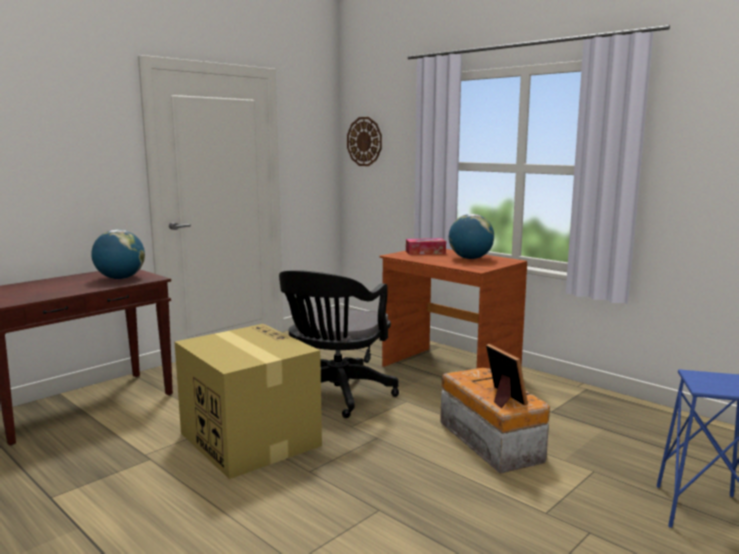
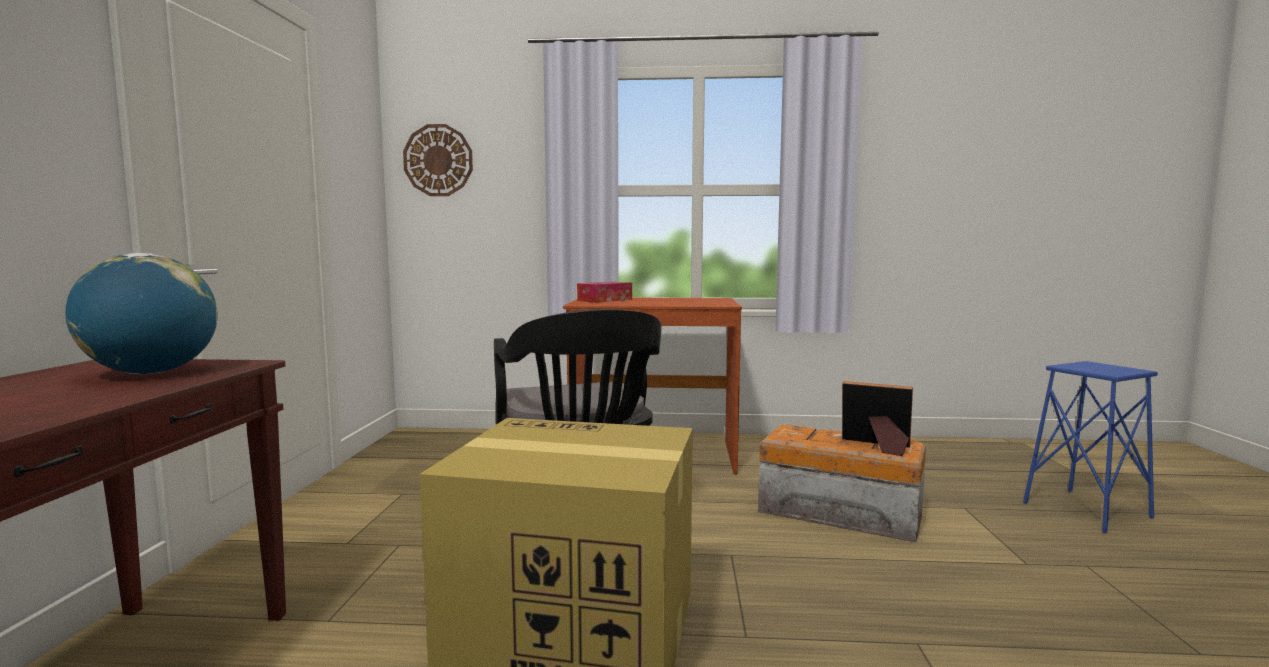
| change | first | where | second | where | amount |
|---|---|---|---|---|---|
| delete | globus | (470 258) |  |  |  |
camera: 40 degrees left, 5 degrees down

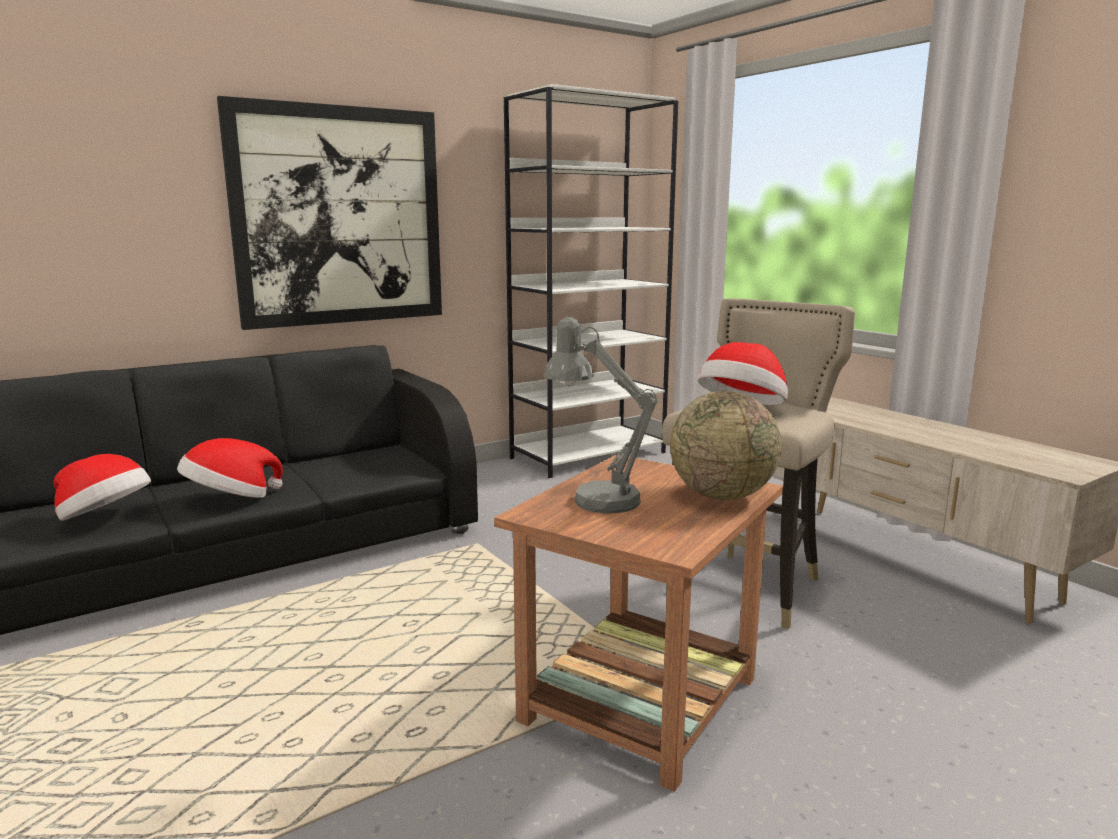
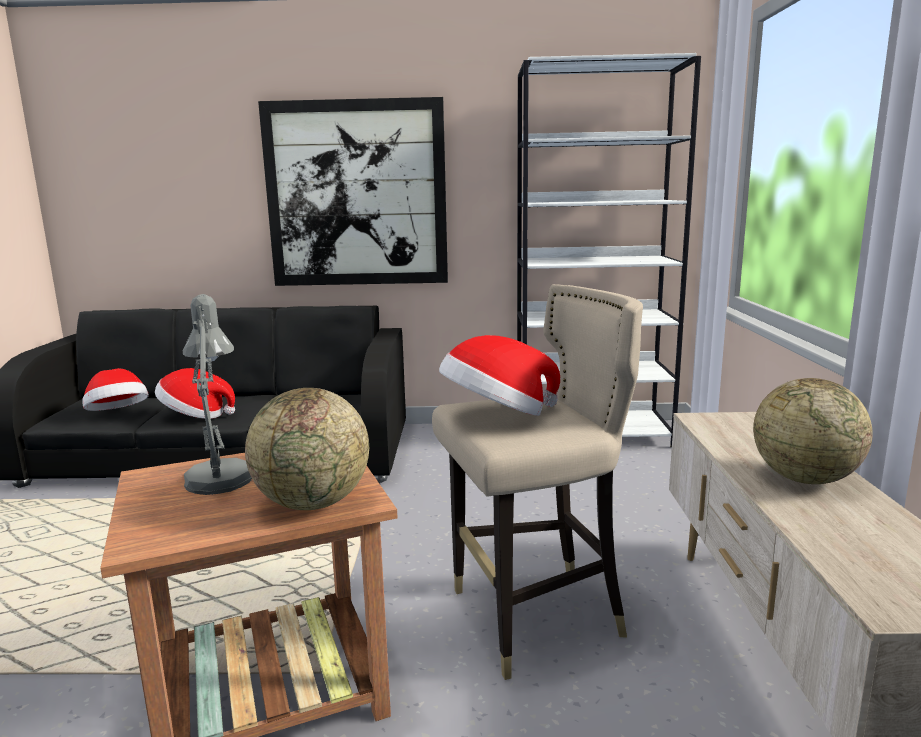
| change | first | where | second | where | amount |
|---|---|---|---|---|---|
| insert |  |  | globus | (804 479) |  |
camera: 35 degrees right, 0 degrees up

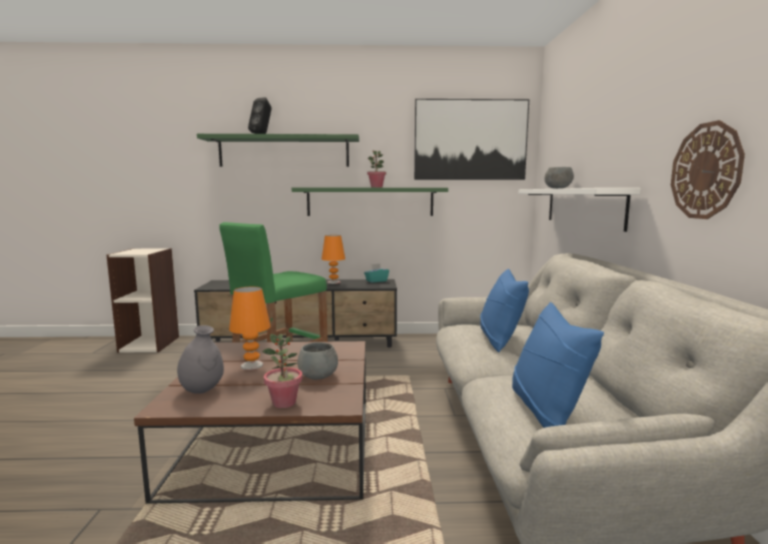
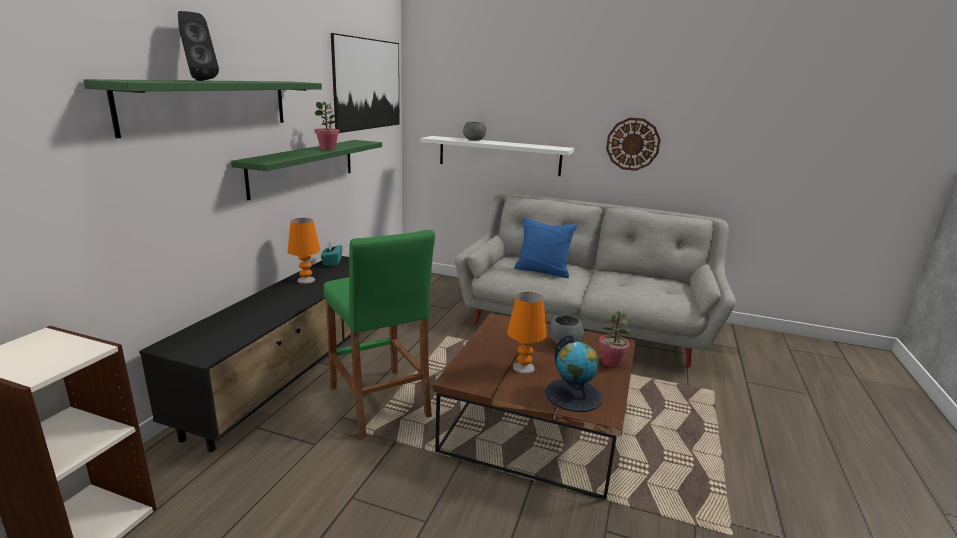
| change | first | where | second | where | amount |
|---|---|---|---|---|---|
| replace | wazon [szary] | (202 390) | globus | (573 395) |  |
| delete | poduszka [niebieski] | (546 411) |  |  |  |
camera: 70 degrees left, 10 degrees up

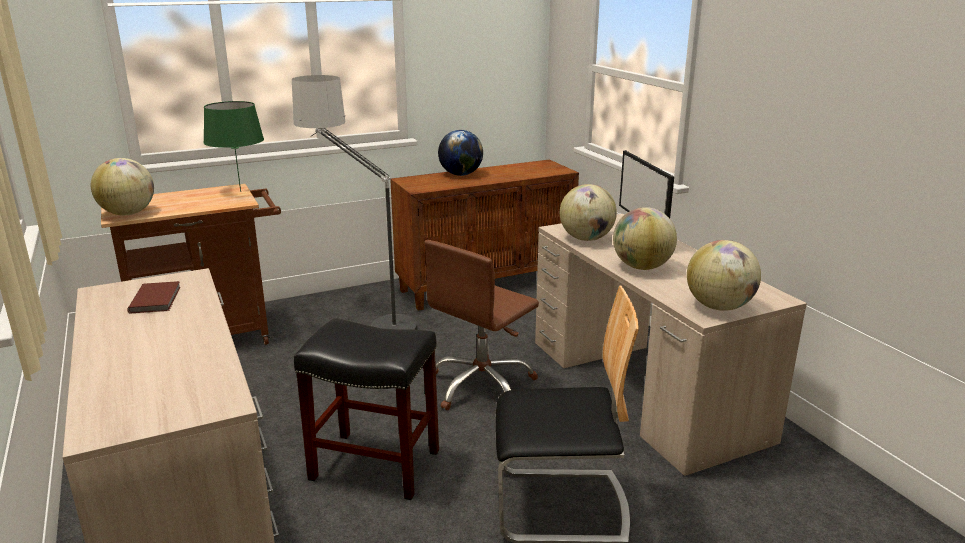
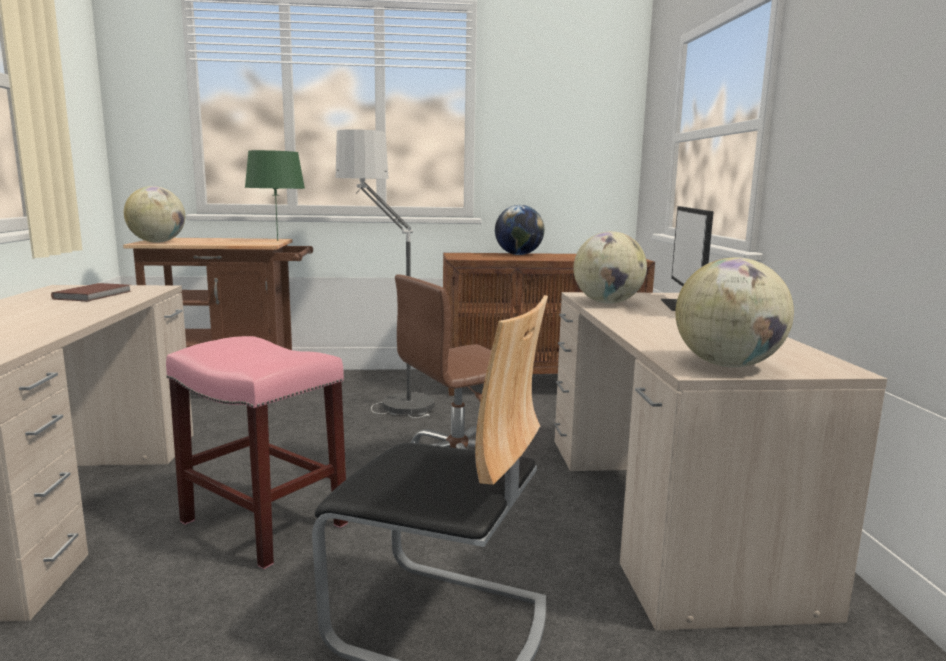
| change | first | where | second | where | amount |
|---|---|---|---|---|---|
| recolor | stołek [czarny] | (376 464) | stołek [różowy] | (266 523) |  |
| delete | globus | (641 267) |  |  |  |
camera: 20 degrees right, 10 degrees down

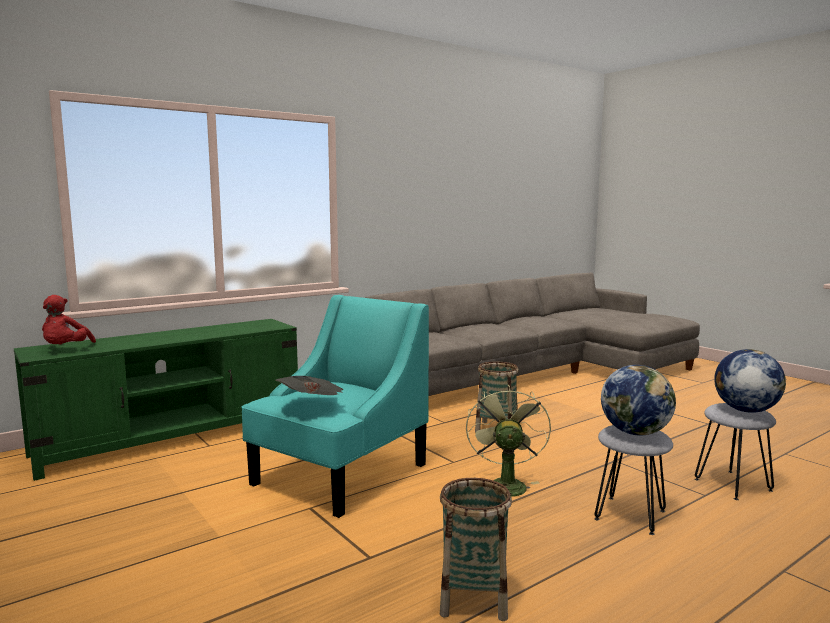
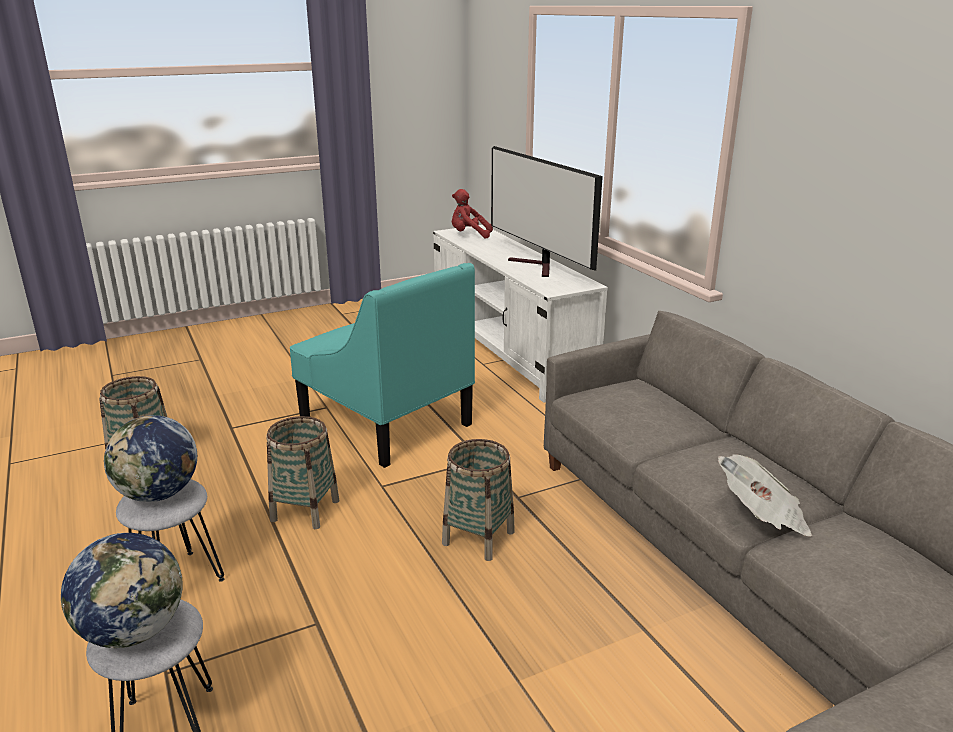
| change | first | where | second | where | amount |
|---|---|---|---|---|---|
| recolor | szafka pod telewizor [zielony] | (174 437) | szafka pod telewizor [biały] | (509 349) |  |
| move | gazeta | (313 404) |  | (762 516) |  |
| replace | wentylator [zielony] | (504 484) | koszyk | (305 510) |  |
| insert |  |  | telewizor | (539 267) |  |
camera: 100 degrees right, 15 degrees up

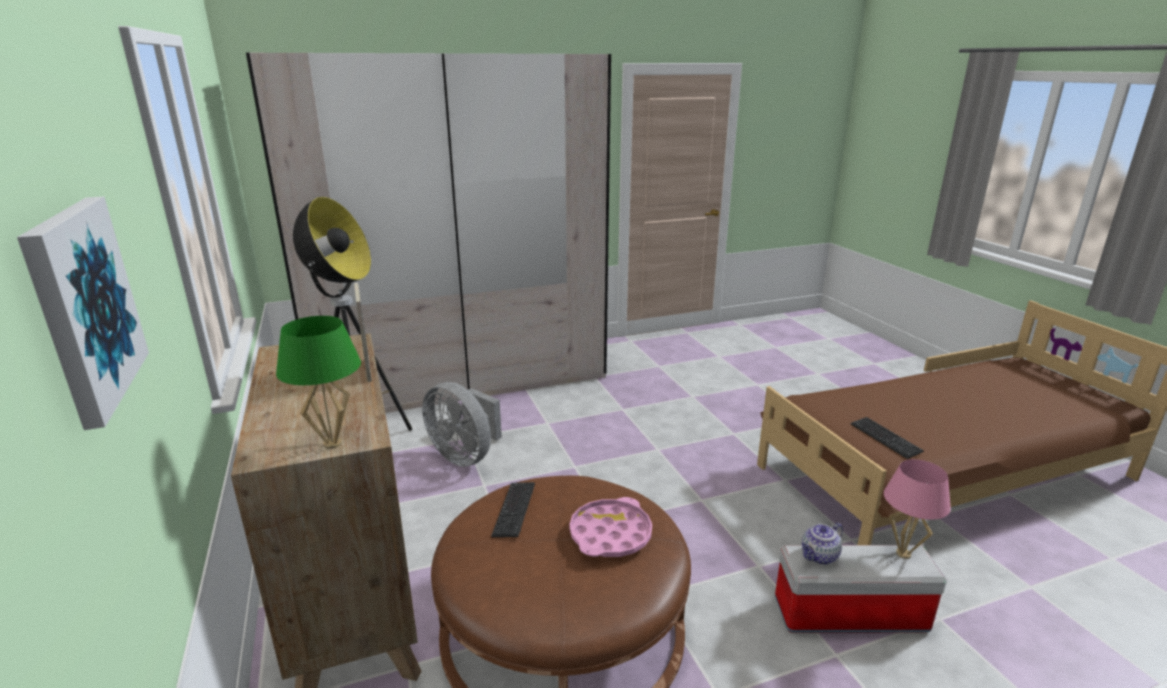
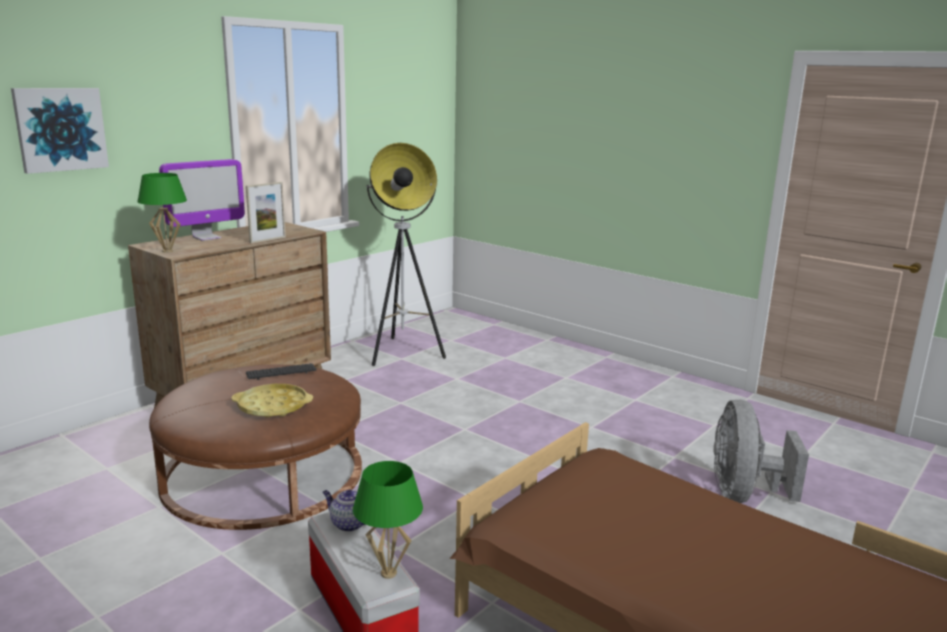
| change | first | where | second | where | amount |
|---|---|---|---|---|---|
| delete | szafa [beżowy] | (462 380) |  |  |  |
| move | wentylator [szary] | (465 455) |  | (743 495) |  |
| recolor | taca [różowy] | (610 534) | taca [żółty] | (273 406) |  |
| delete | klawiatura | (885 438) |  |  |  |
| recolor | lampa stołowa [różowy] | (903 553) | lampa stołowa [zielony] | (389 573) |  |
| insert |  |  | monitor | (206 237) |  |
camera: 60 degrees right, 5 degrees down

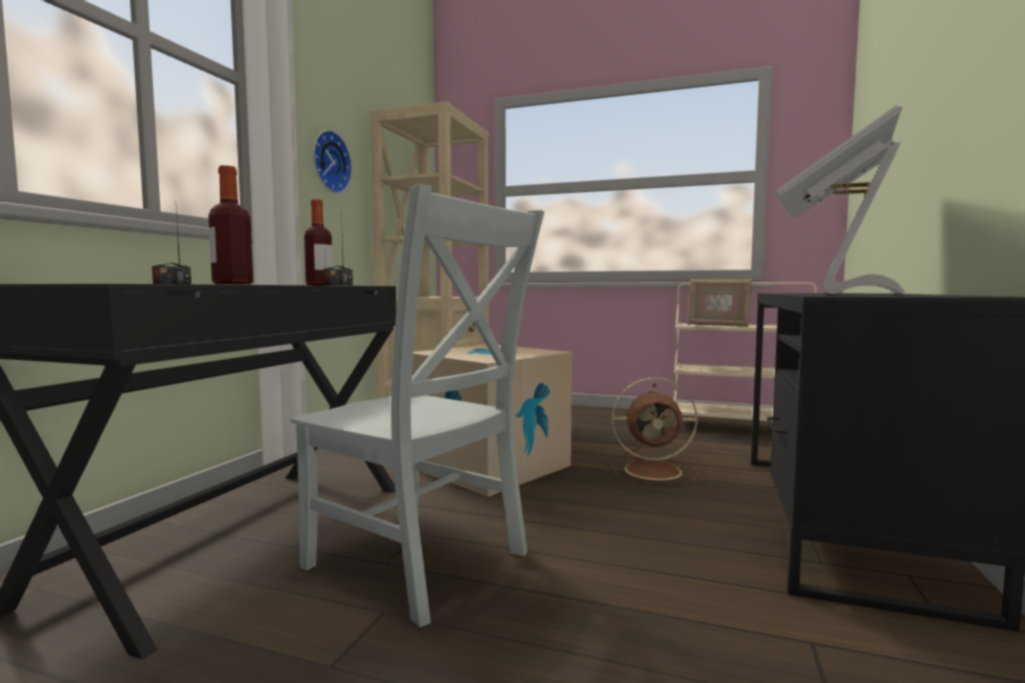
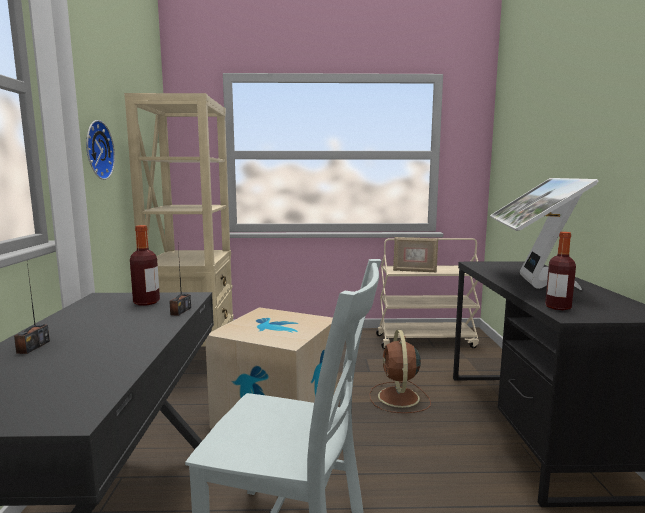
| change | first | where | second | where | amount |
|---|---|---|---|---|---|
| move | butelka | (233 284) |  | (557 307) |  |
| rotate | wentylator [brązowy] | (655 471) |  | (399 398) | 105 degrees clockwise |
camera: 20 degrees left, 5 degrees up

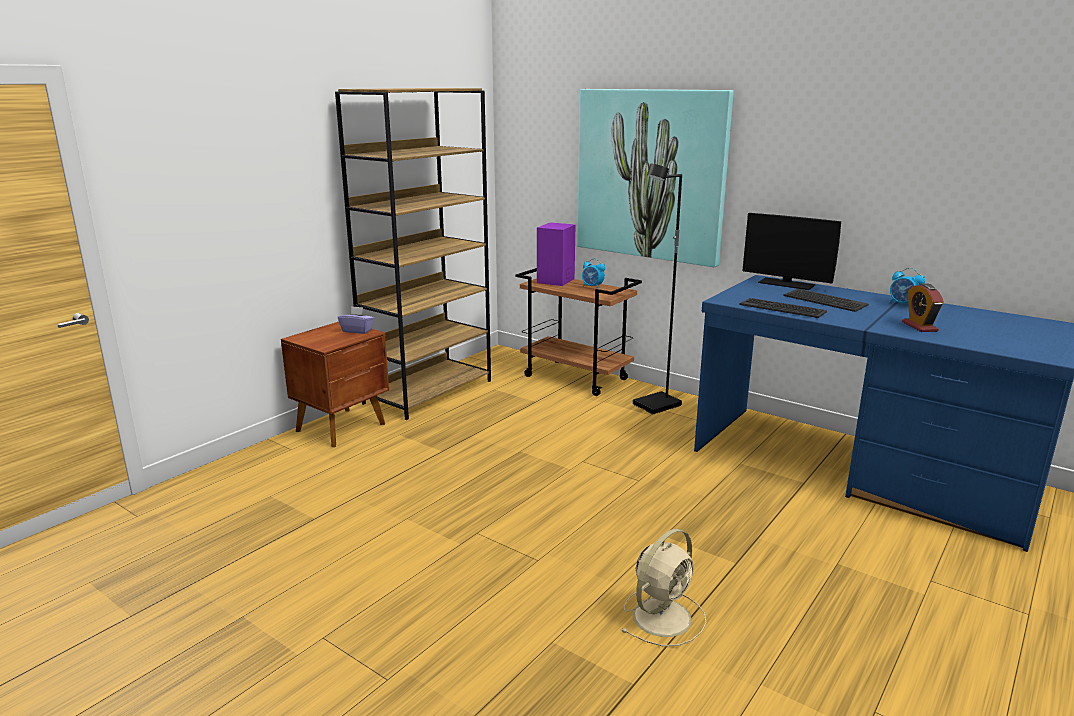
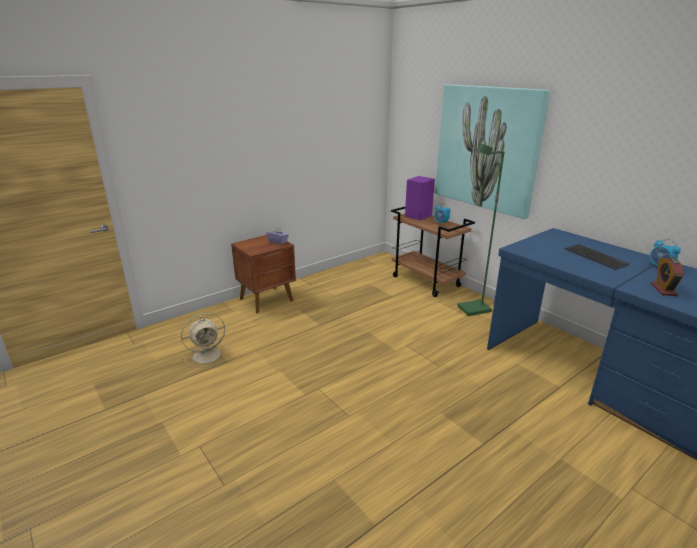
| change | first | where | second | where | amount |
|---|---|---|---|---|---|
| delete | regał [brązowy] | (429 391) |  |  |  |
| move | wentylator [beżowy] | (663 616) |  | (208 355) |  |
| recolor | lampa stojąca [czarny] | (657 405) | lampa stojąca [zielony] | (474 309) |  |
| delete | klawiatura | (782 308) |  |  |  |
| delete | monitor | (786 284) |  |  |  |
camera: 15 degrees right, 5 degrees up

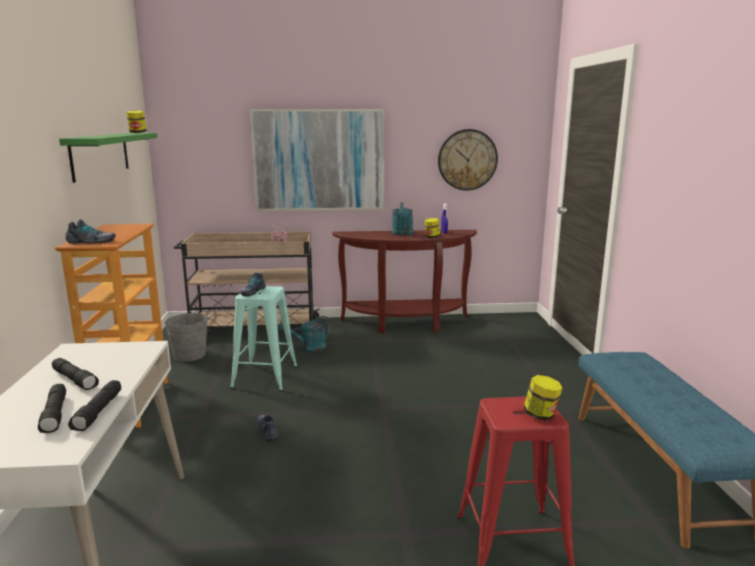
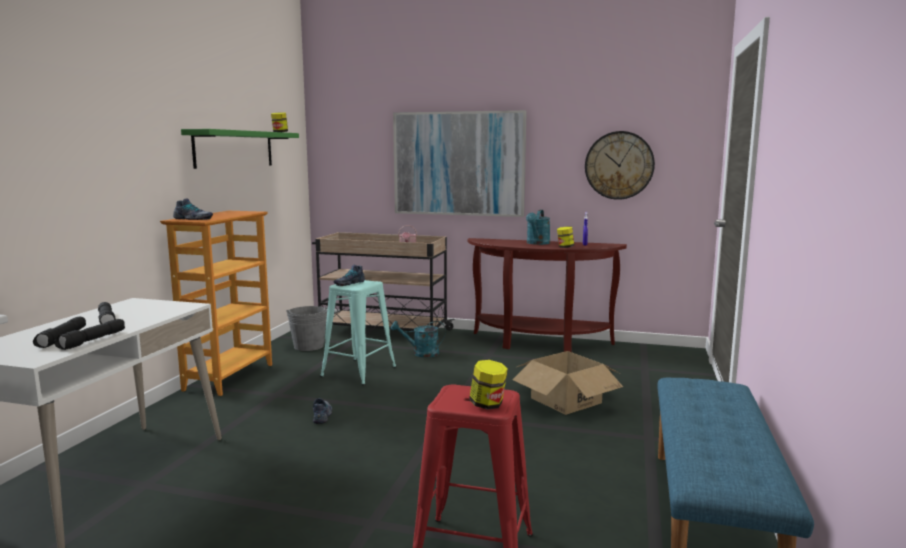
| change | first | where | second | where | amount |
|---|---|---|---|---|---|
| insert |  |  | karton | (566 400) |  |
camera: 20 degrees right, 5 degrees down

